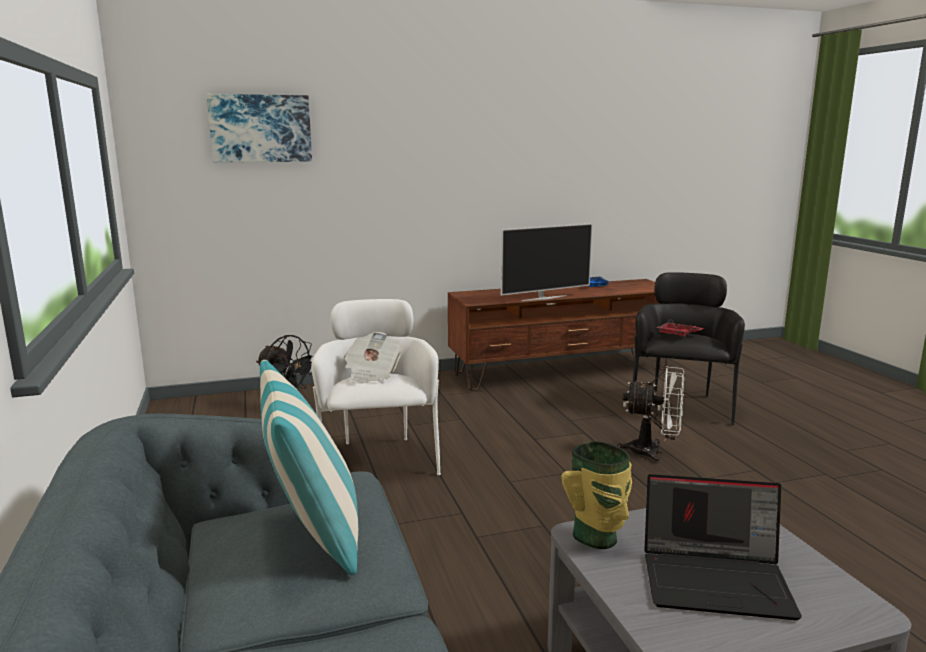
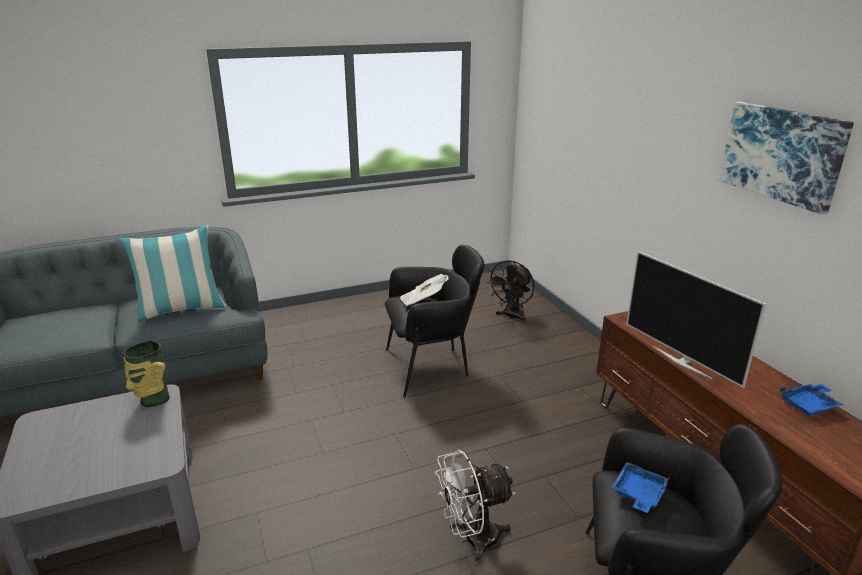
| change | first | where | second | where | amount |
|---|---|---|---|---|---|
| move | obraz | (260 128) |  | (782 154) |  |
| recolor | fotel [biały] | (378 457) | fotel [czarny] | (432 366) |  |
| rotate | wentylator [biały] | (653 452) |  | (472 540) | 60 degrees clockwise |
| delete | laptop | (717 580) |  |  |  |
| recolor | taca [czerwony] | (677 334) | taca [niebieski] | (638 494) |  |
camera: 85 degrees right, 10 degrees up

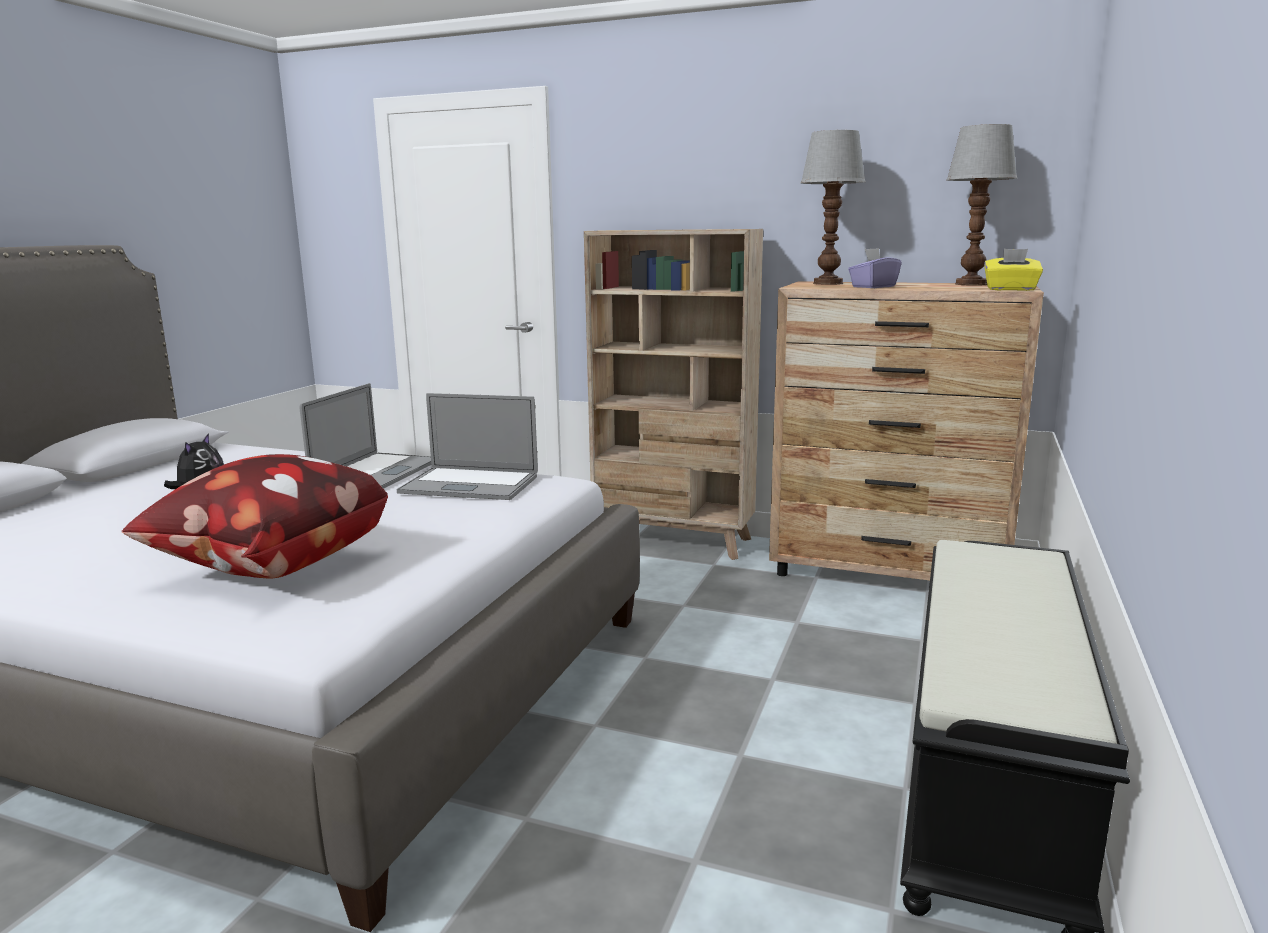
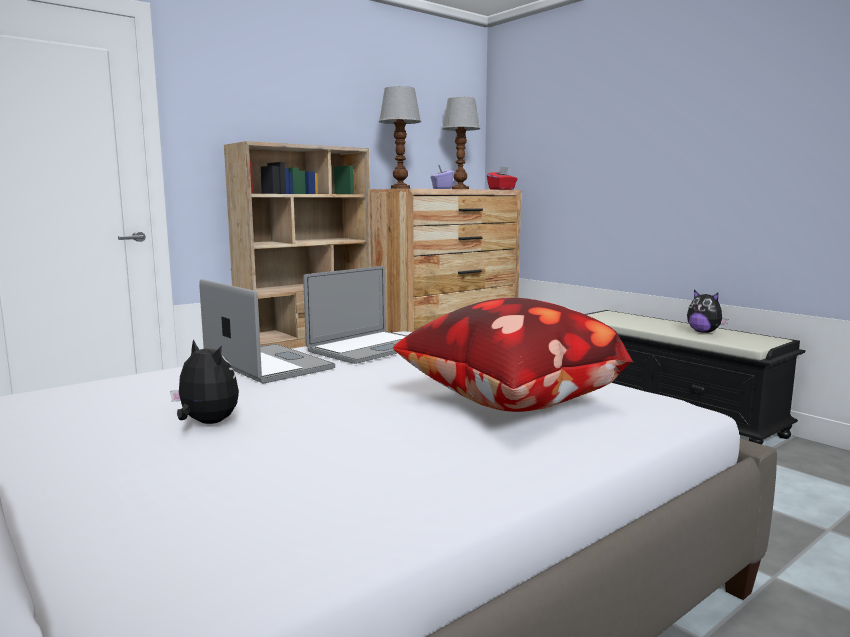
| change | first | where | second | where | amount |
|---|---|---|---|---|---|
| recolor | pudełko chusteczek [żółty] | (1010 289) | pudełko chusteczek [czerwony] | (502 189) |  |
| insert |  |  | pluszak | (704 332) |  |
camera: 60 degrees left, 5 degrees down

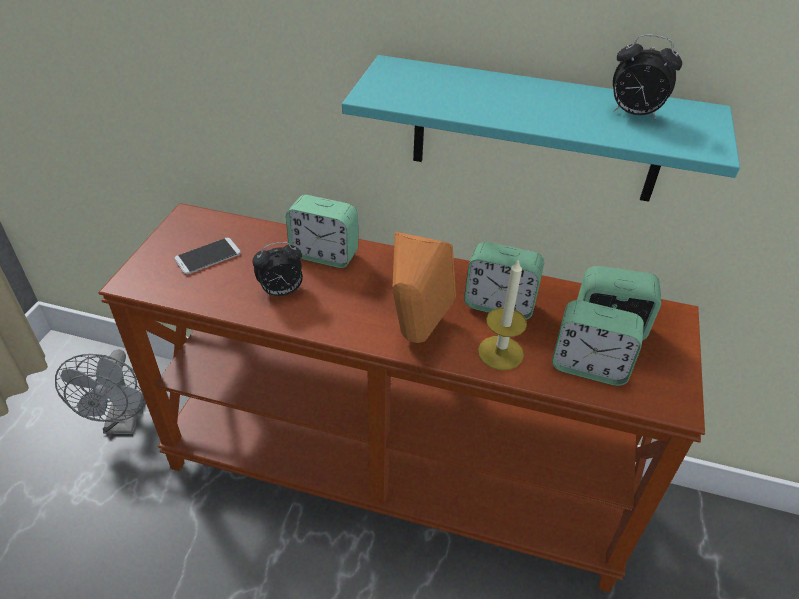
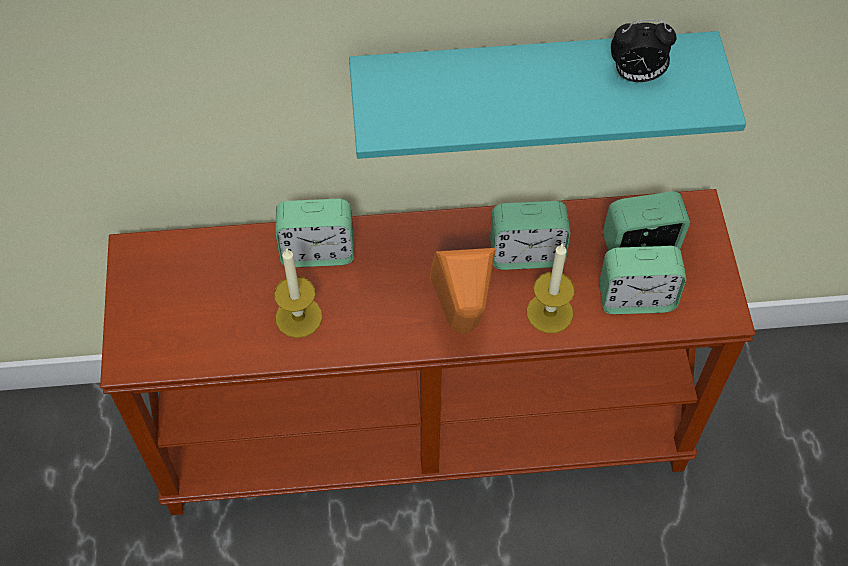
| change | first | where | second | where | amount |
|---|---|---|---|---|---|
| delete | wentylator [szary] | (123 422) |  |  |  |
| delete | telefon | (208 256) |  |  |  |
| replace | budzik | (281 292) | świeca | (298 317) |  |
camera: 20 degrees left, 15 degrees up

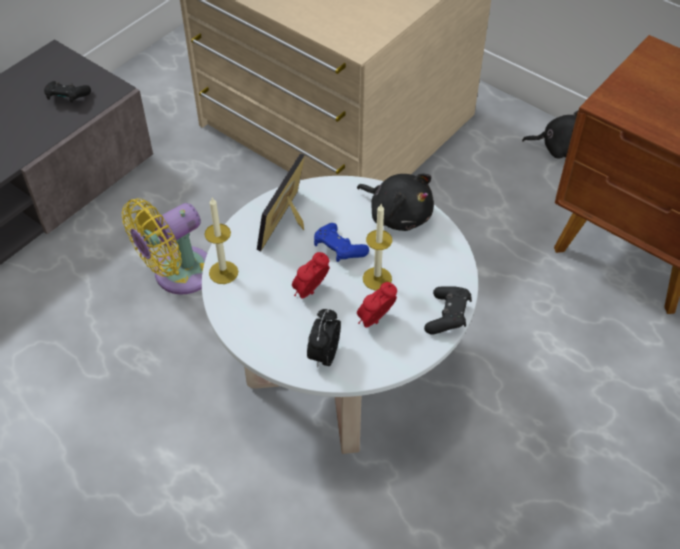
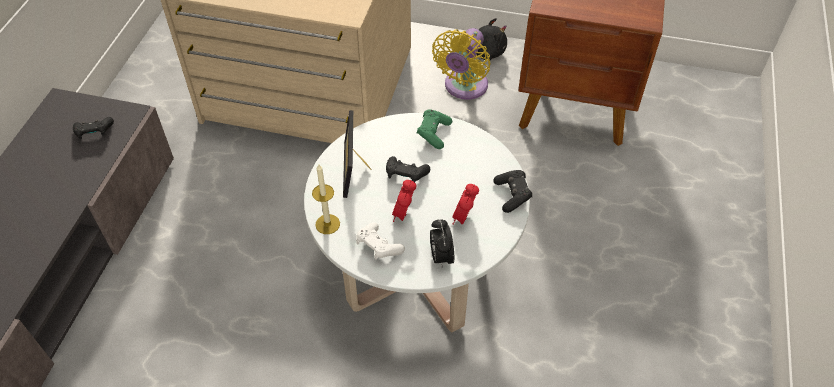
| change | first | where | second | where | amount |
|---|---|---|---|---|---|
| move | wentylator [żółty] | (178 274) |  | (464 87) |  |
| recolor | pad do gier [niebieski] | (338 250) | pad do gier [czarny] | (406 175) |  |
| replace | pluszak [czarny] | (398 214) | pad do gier [zielony] | (433 134) |  |
| delete | świeca | (377 278) |  |  |  |
| insert |  |  | pad do gier [biały] | (378 247) |  |
camera: 25 degrees left, 0 degrees up

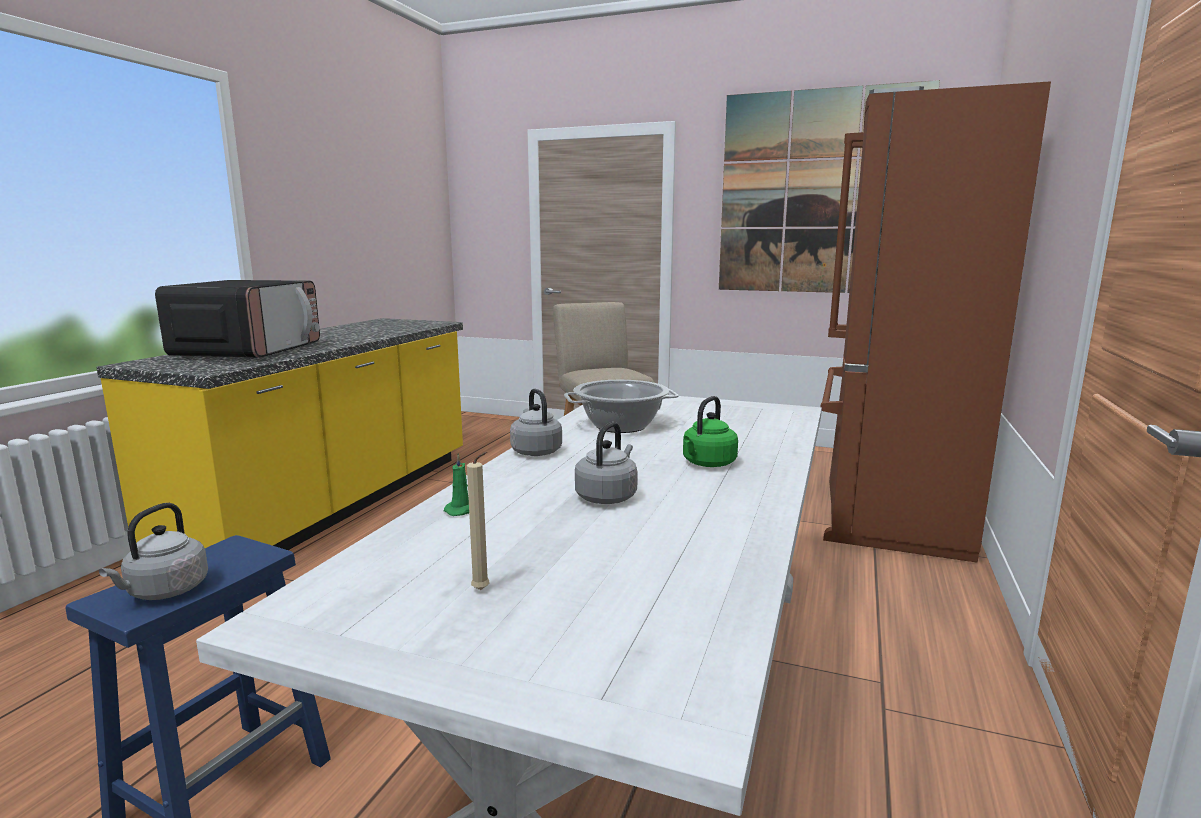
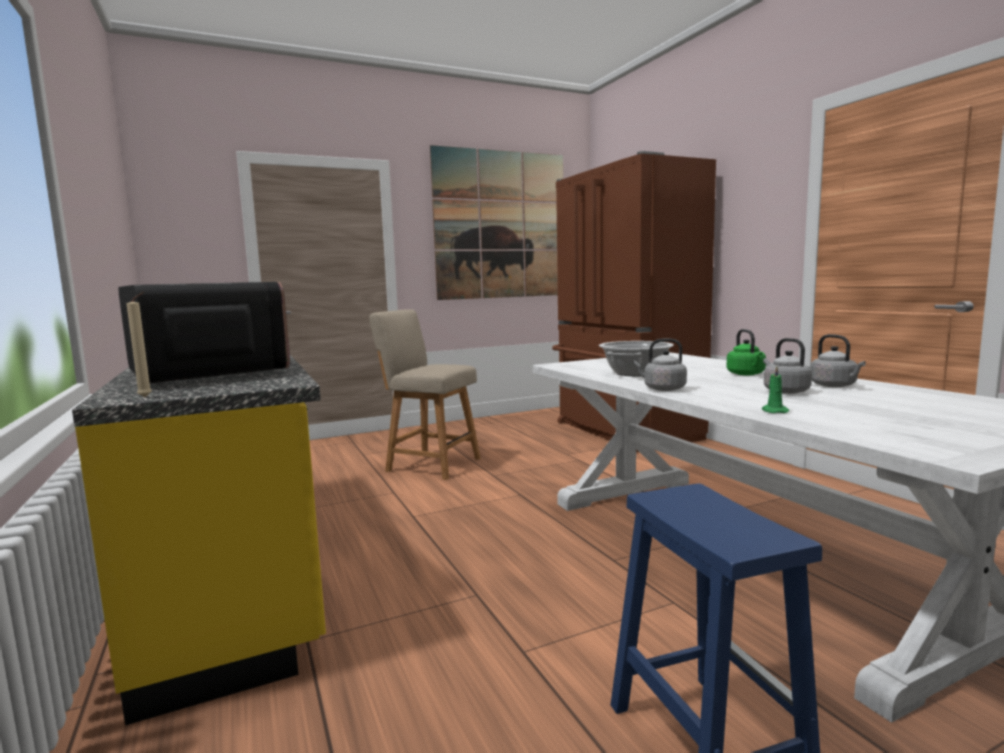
| change | first | where | second | where | amount |
|---|---|---|---|---|---|
| move | czajnik [szary] | (165 591) |  | (835 386) |  |
| move | świeca [beżowy] | (483 591) |  | (147 397) |  |
camera: 45 degrees left, 5 degrees down

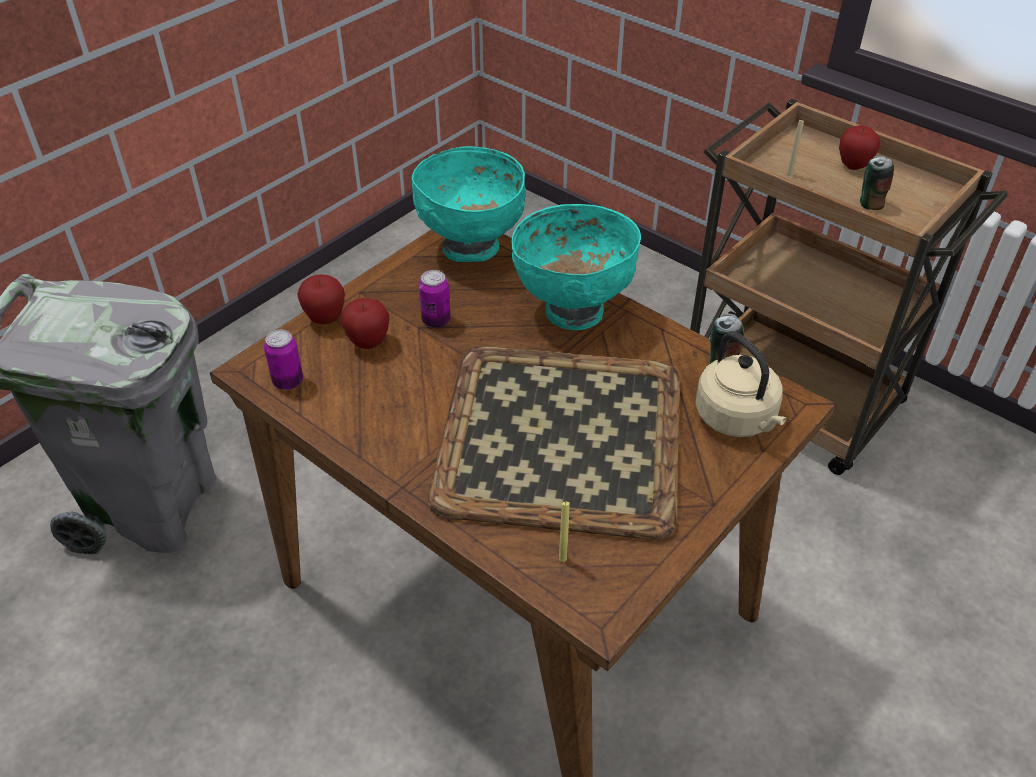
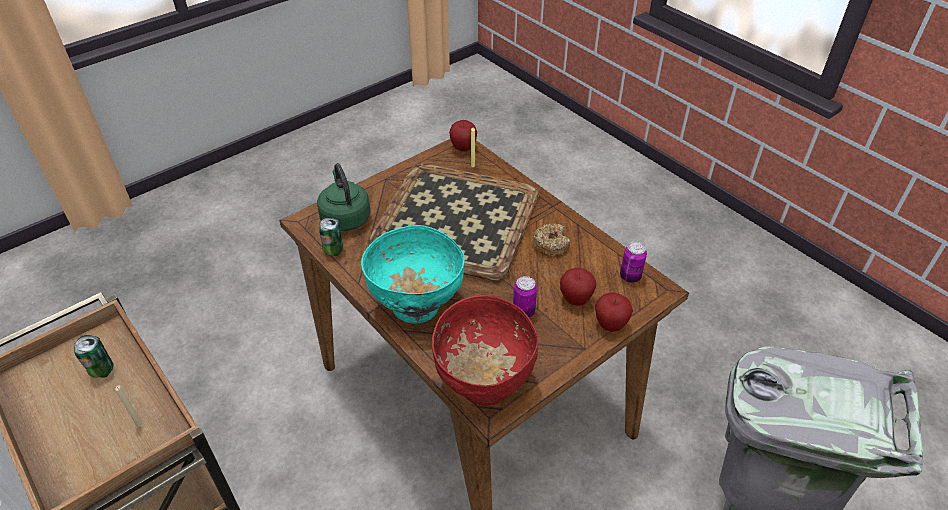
| change | first | where | second | where | amount |
|---|---|---|---|---|---|
| recolor | miska [turkusowy] | (472 248) | miska [czerwony] | (483 385) |  |
| recolor | czajnik [beżowy] | (737 419) | czajnik [zielony] | (345 217) |  |
| move | jabłko | (853 166) |  | (463 148) |  |
| insert |  |  | donut | (550 244) |  |
camera: 170 degrees left, 0 degrees up

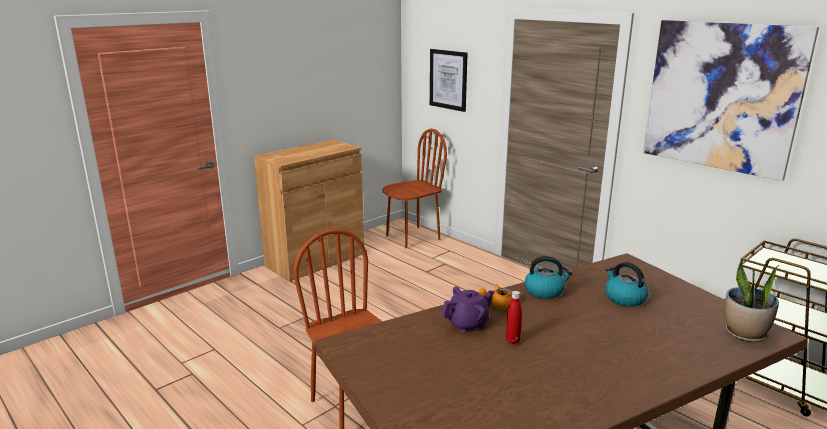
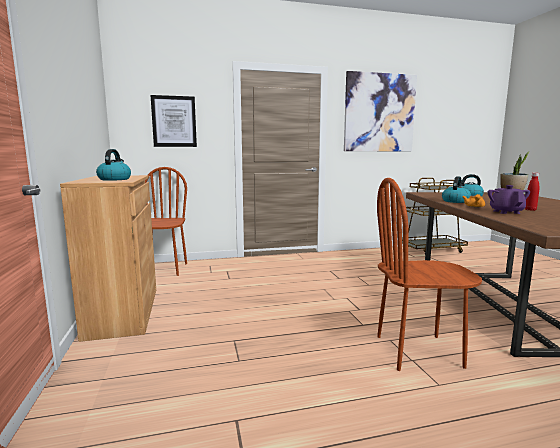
| change | first | where | second | where | amount |
|---|---|---|---|---|---|
| insert |  |  | czajnik | (114 179) |  |
camera: 60 degrees left, 10 degrees down

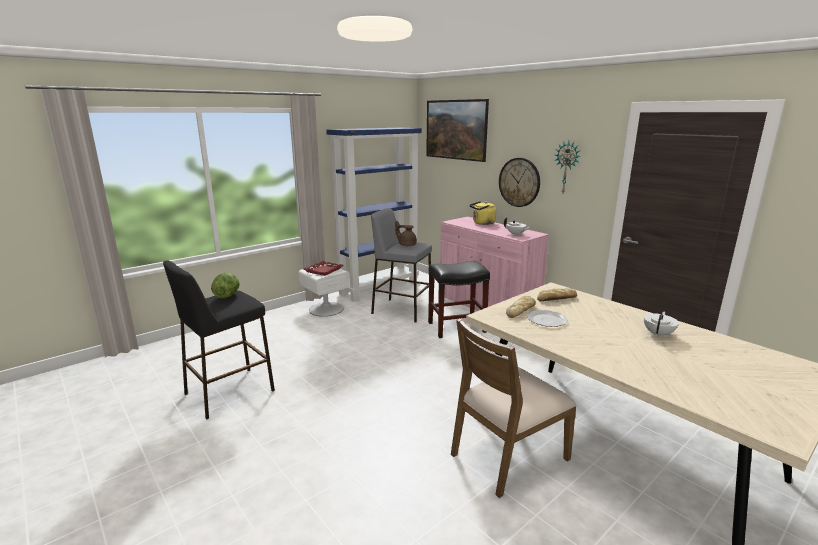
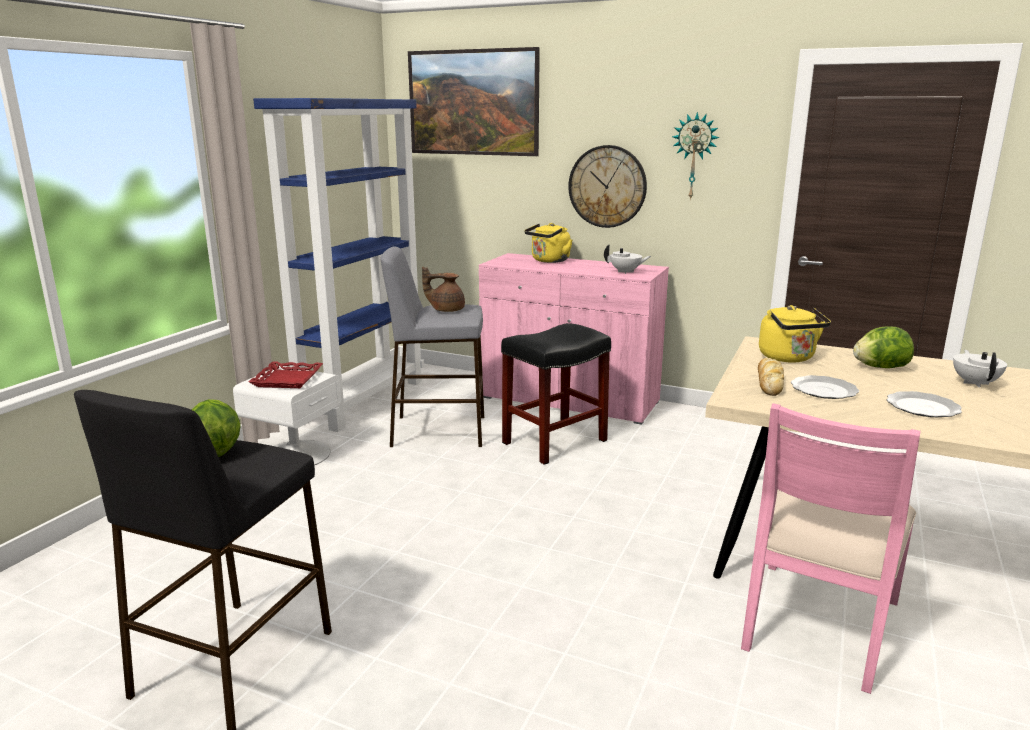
| change | first | where | second | where | amount |
|---|---|---|---|---|---|
| recolor | krzesło [brązowy] | (507 455) | krzesło [różowy] | (818 623) |  |
| replace | chleb | (556 299) | czajnik [żółty] | (789 358) |  |
| insert |  |  | sałata | (880 367) |  |
| insert |  |  | talerz | (922 408) |  |
camera: 25 degrees left, 0 degrees up

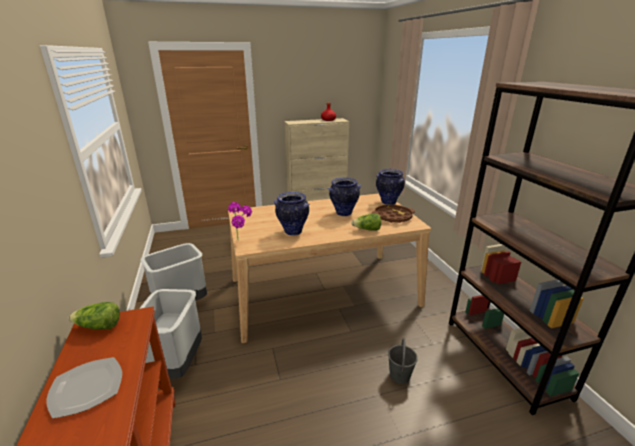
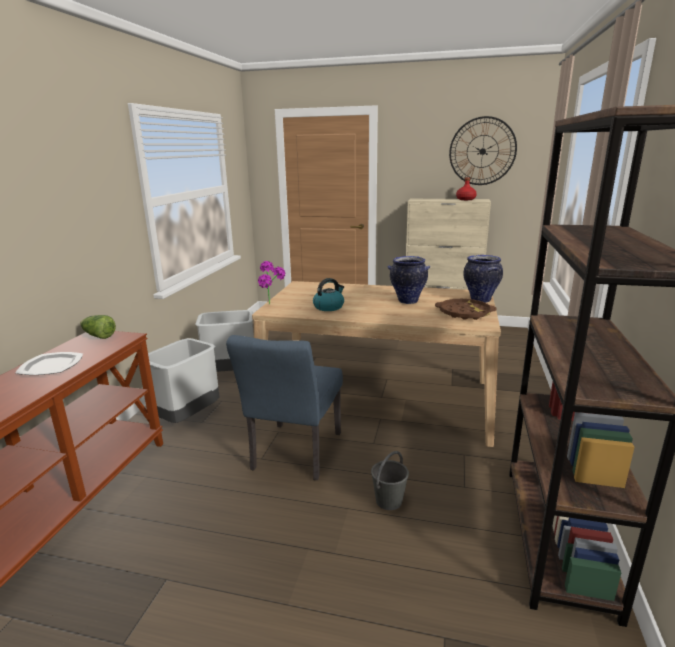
| change | first | where | second | where | amount |
|---|---|---|---|---|---|
| replace | wazon | (292 232) | czajnik | (329 307) |  |
| delete | sałata | (367 230) |  |  |  |
| insert |  |  | krzesło [niebieski] | (294 455) |  |
| insert |  |  | zegar ścienny | (482 151) |  |
camera: 30 degrees right, 5 degrees down

